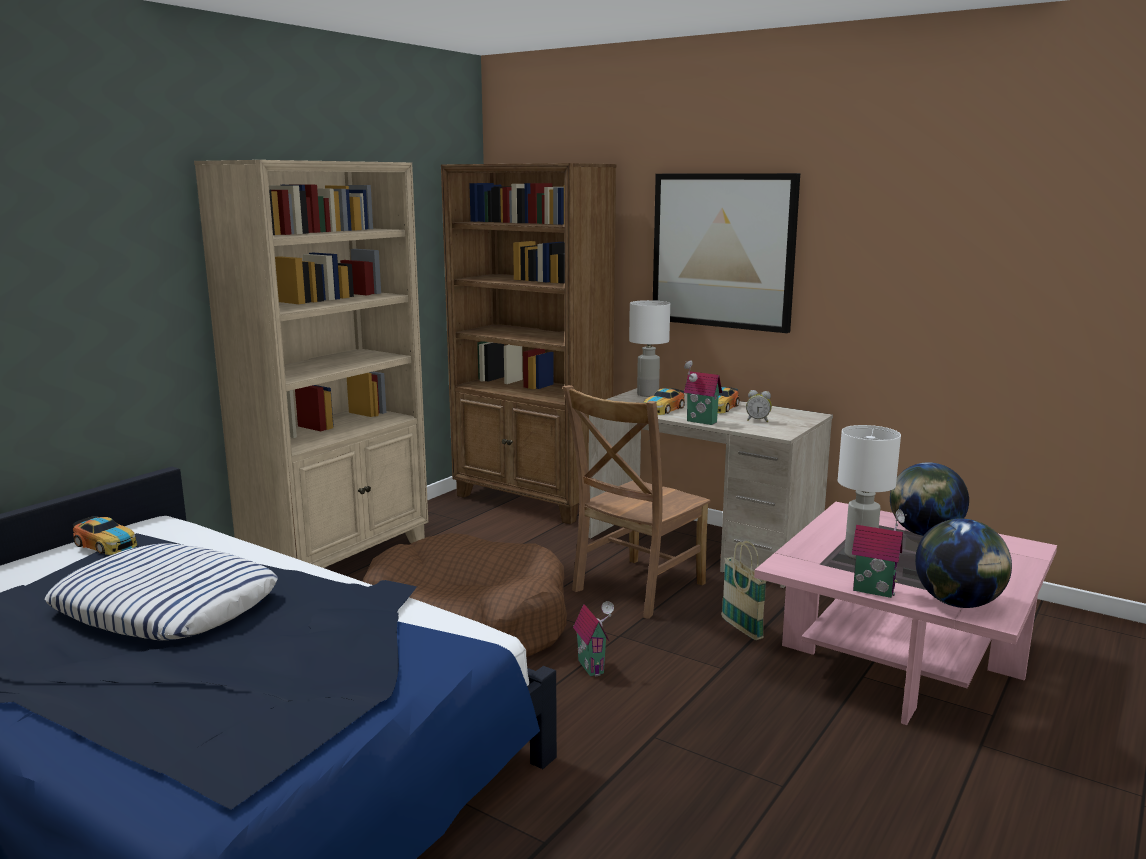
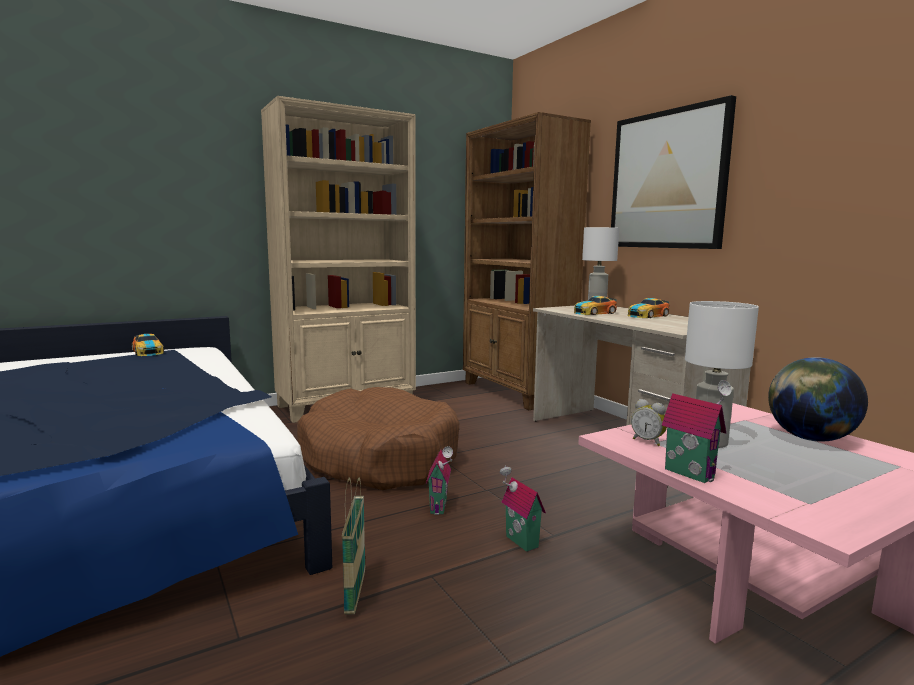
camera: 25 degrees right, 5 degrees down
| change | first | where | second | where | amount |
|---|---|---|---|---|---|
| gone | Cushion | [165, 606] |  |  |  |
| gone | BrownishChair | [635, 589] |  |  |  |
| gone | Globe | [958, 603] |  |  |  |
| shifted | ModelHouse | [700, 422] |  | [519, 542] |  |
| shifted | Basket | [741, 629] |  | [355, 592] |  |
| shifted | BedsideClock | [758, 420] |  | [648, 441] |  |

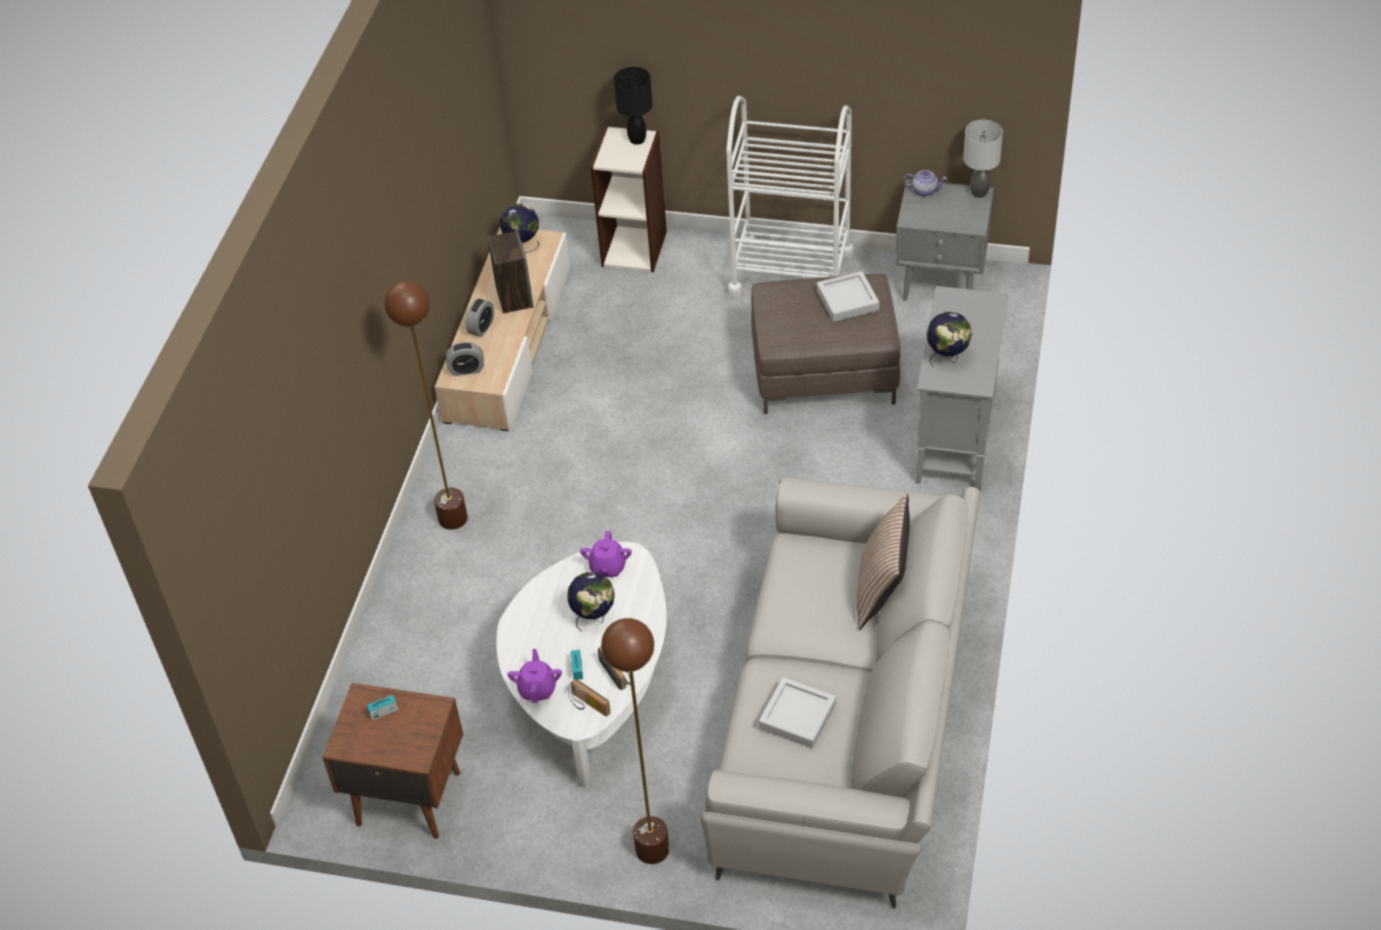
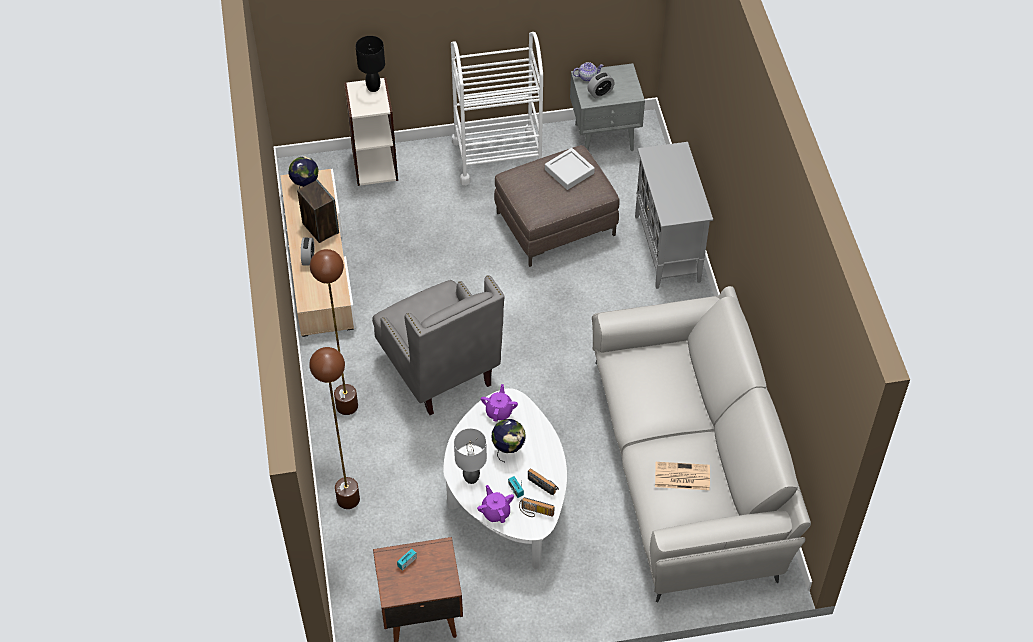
camera: 25 degrees left, 5 degrees up
| change | first | where | second | where | amount |
|---|---|---|---|---|---|
| gone | Cushion | [881, 591] |  |  |  |
| gone | Globe | [947, 358] |  |  |  |
| new |  |  | GrayEasyChair | [439, 370] |  |
| shifted | BedsideClock | [466, 369] |  | [600, 92] |  |
| shifted | BrownishFloorLamp | [652, 849] |  | [348, 499] |  |
| shifted | GrayLampForATable | [979, 192] |  | [472, 478] |  |
| swapped | GrayServingTray | [797, 716] | Newspaper | [681, 476] |  |
| rotated | PurpleColouredPotForTea | [607, 567] |  | [499, 411] | 150 degrees counterclockwise |

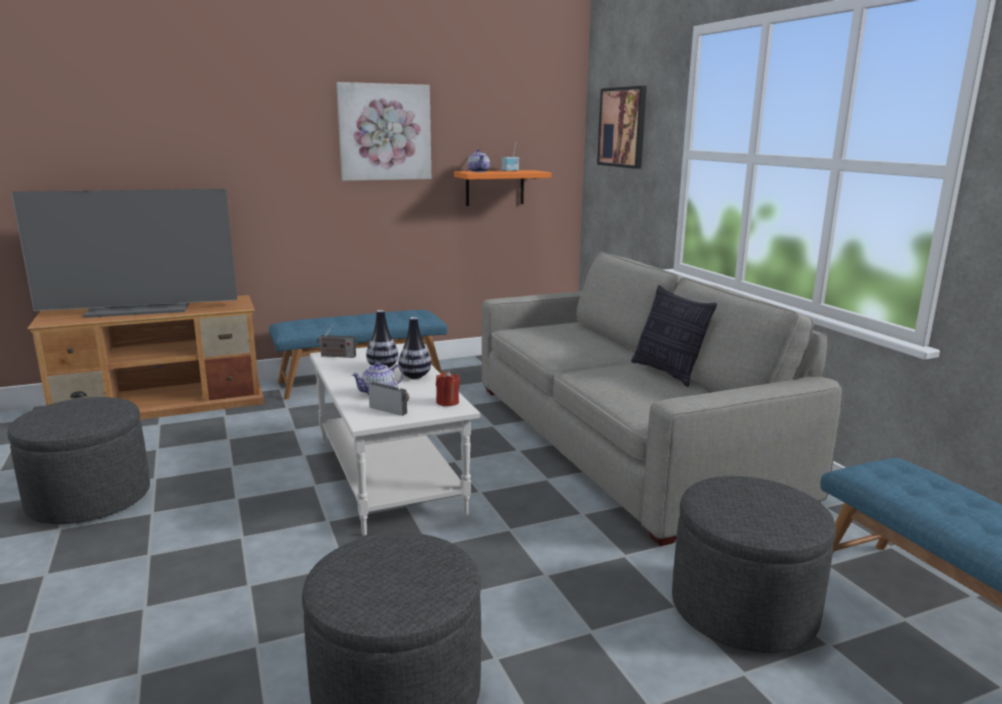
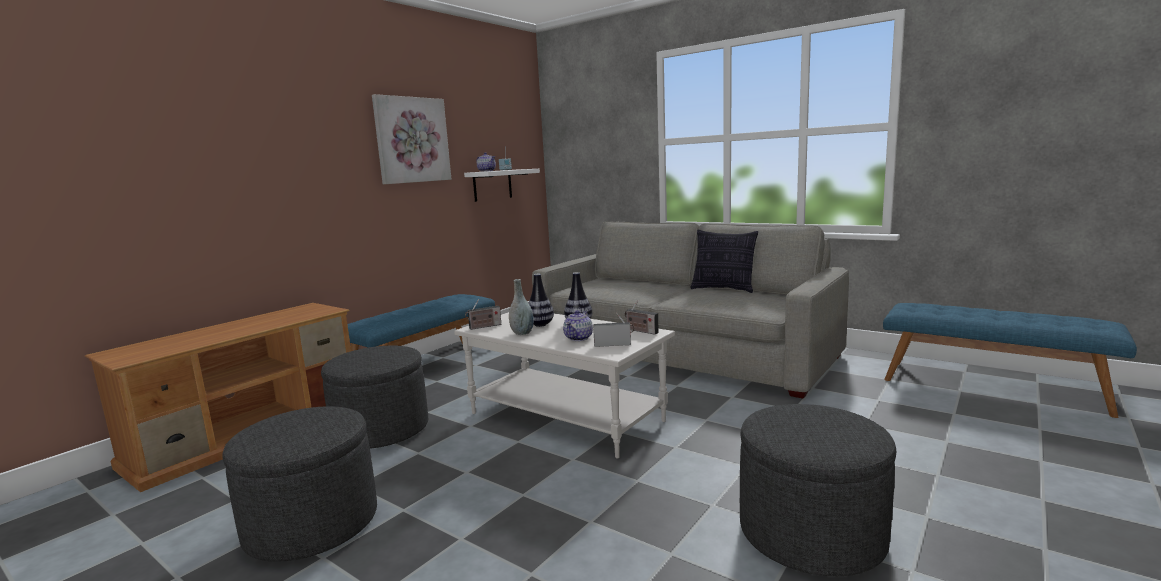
camera: 30 degrees left, 5 degrees down
| change | first | where | second | where | amount |
|---|---|---|---|---|---|
| gone | Tv | [140, 309] |  |  |  |
| gone | WallArt | [622, 127] |  |  |  |
| new |  |  | GrayVase | [522, 333] |  |
| shifted | GrayFootrest | [743, 609] |  | [381, 430] |  |
| swapped | ReddishWaxCandle | [447, 402] | RadioSet | [640, 331] |  |
| repainted | OrangeColouredWallShelf | [495, 187] | WhiteColouredWallShelf | [492, 185] |  |

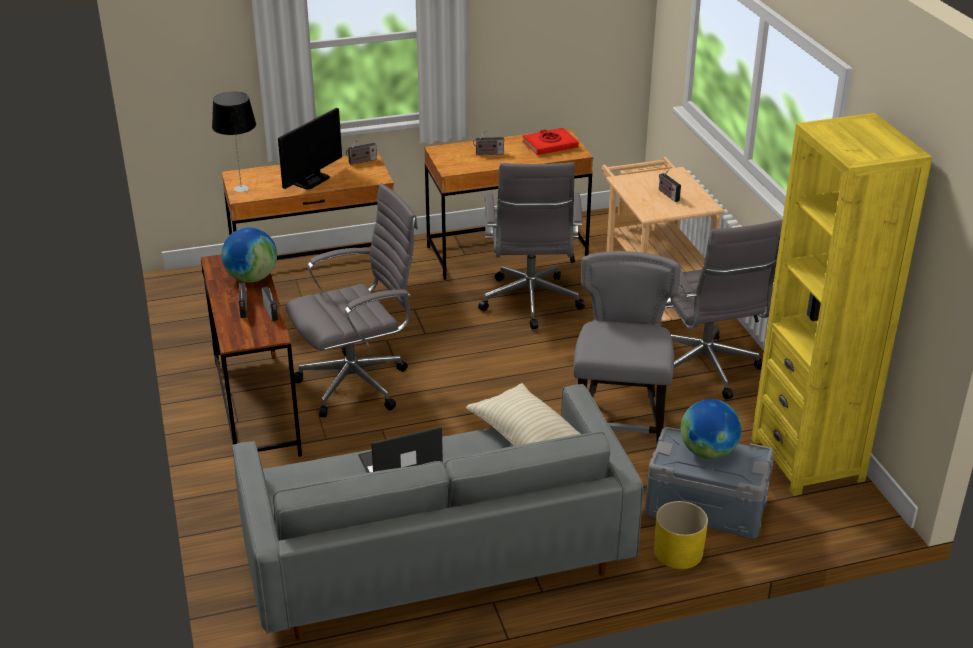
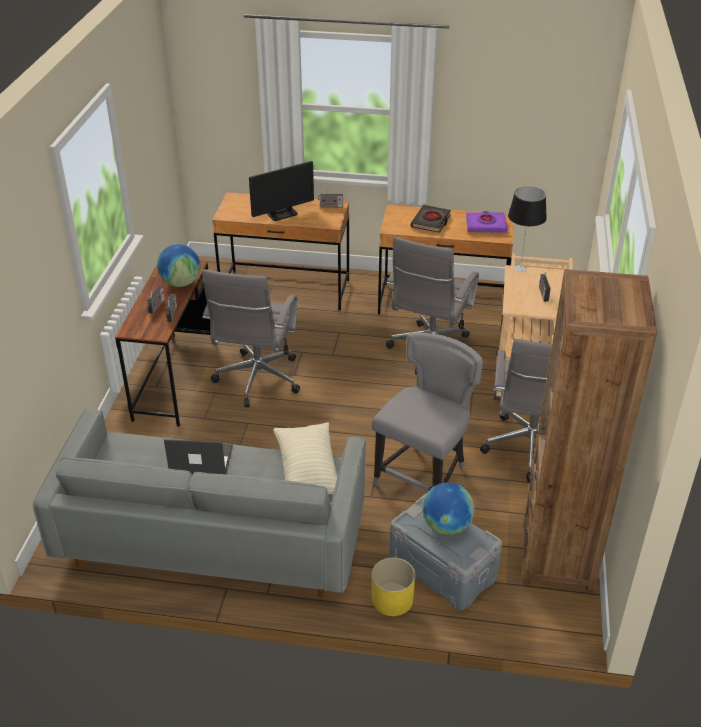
camera: 25 degrees right, 5 degrees up
| change | first | where | second | where | amount |
|---|---|---|---|---|---|
| shifted | LampForATable | [240, 188] |  | [520, 268] |  |
| swapped | RadioSet | [488, 153] | BlackishBook | [431, 222] |  |
| repainted | ReddishBook | [550, 145] | PurpleColouredBook | [486, 225] |  |
| repainted | YellowishBookshelf | [807, 459] | BrownishBookshelf | [558, 556] |  |
| rotated | GrayComputerChair | [358, 384] |  | [257, 381] | 105 degrees clockwise |

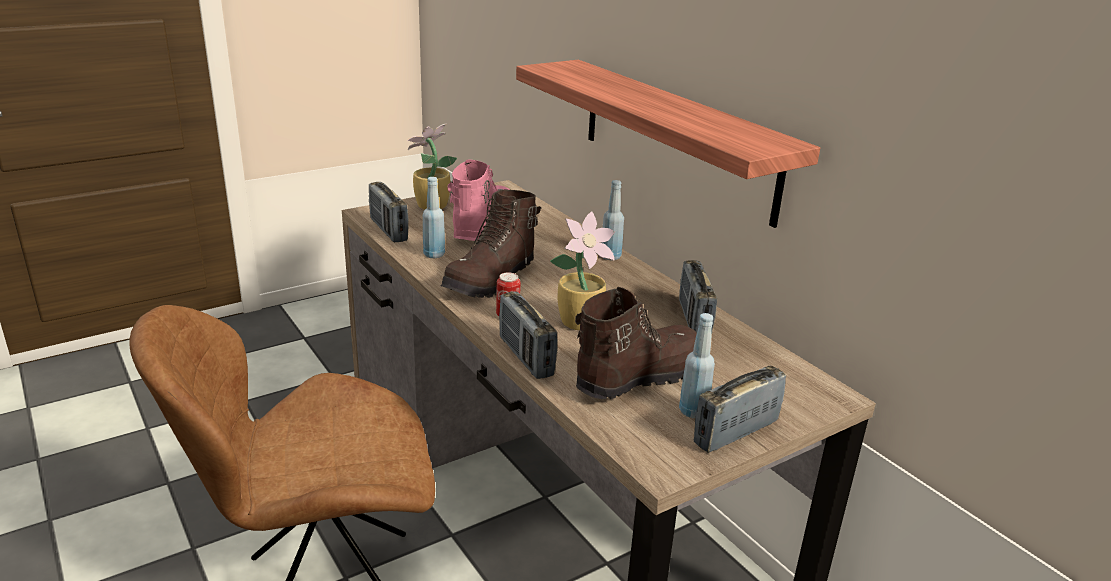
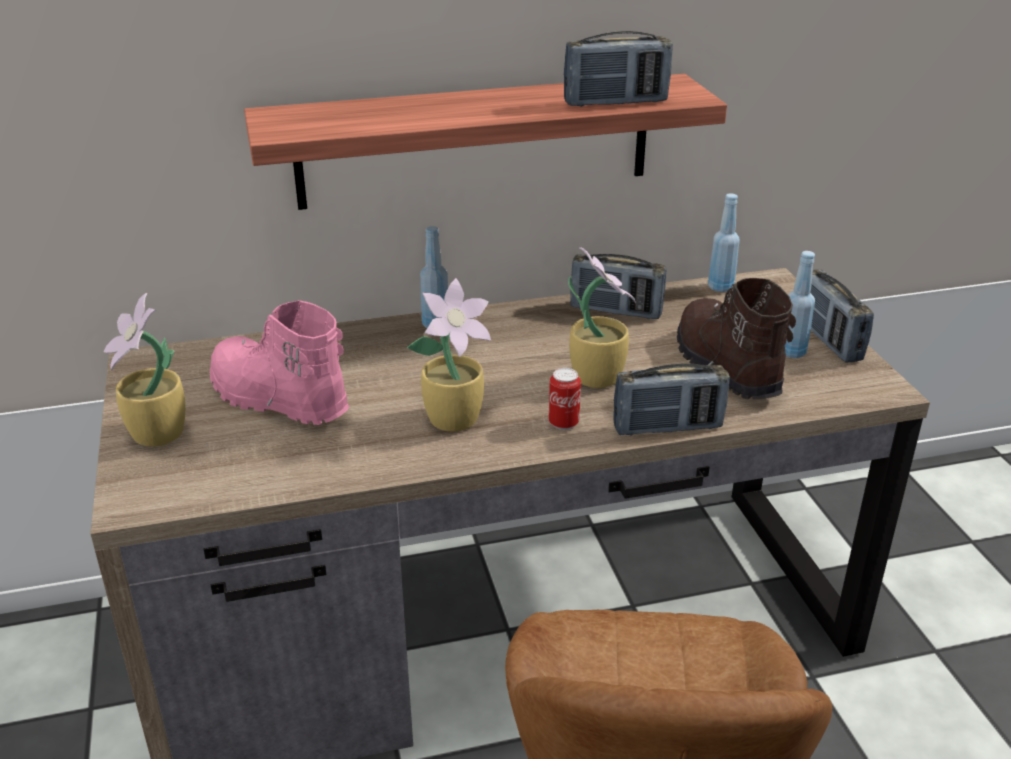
camera: 70 degrees left, 5 degrees up
| change | first | where | second | where | amount |
|---|---|---|---|---|---|
| shifted | RadioSet | [388, 230] |  | [615, 102] |  |
| shifted | BlueDrinkBottle | [434, 255] |  | [720, 287] |  |
| swapped | BrownishBoot | [492, 279] | PottedPlant | [456, 419] |  |

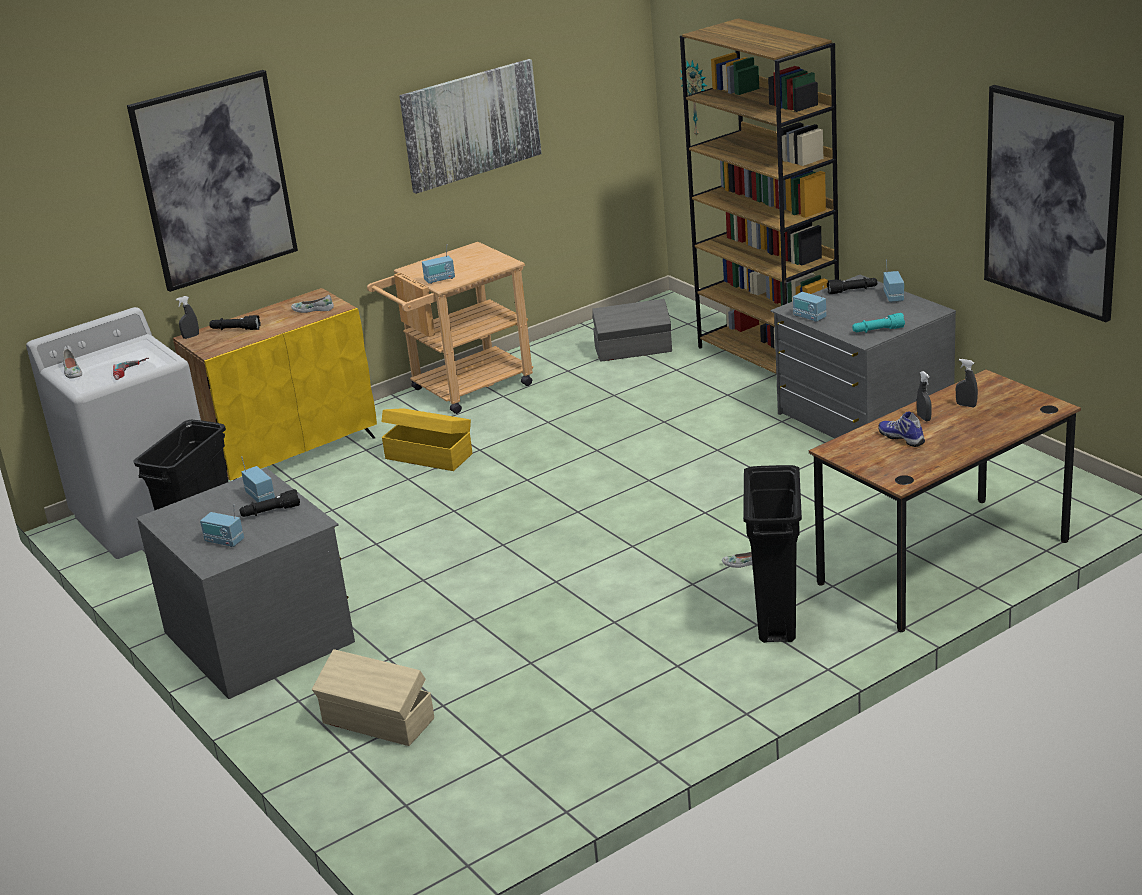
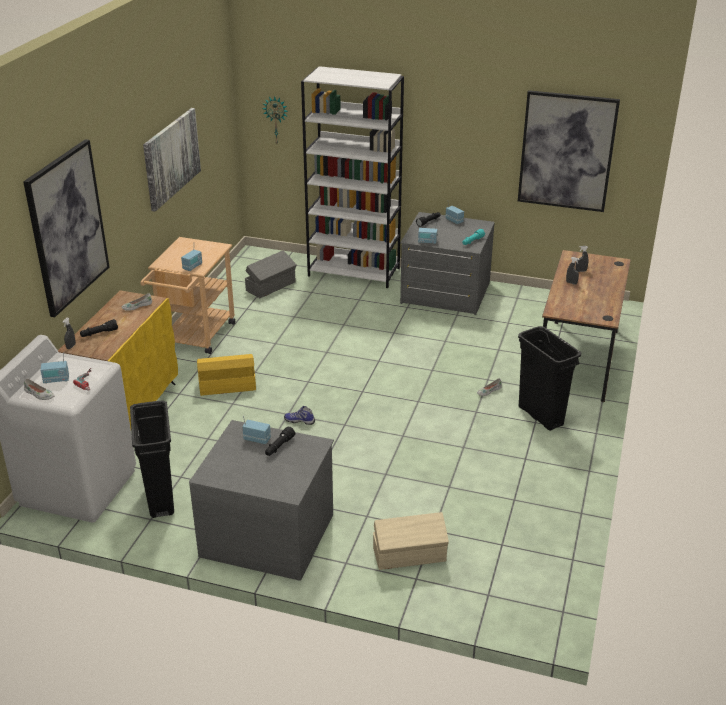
camera: 40 degrees left, 5 degrees up
| change | first | where | second | where | amount |
|---|---|---|---|---|---|
| shifted | RadioSet | [224, 541] |  | [56, 380] |  |
| shifted | Shoe | [902, 438] |  | [300, 420] |  |
| repainted | BrownishBookshelf | [769, 357] | WhiteColouredBookshelf | [354, 272] |  |

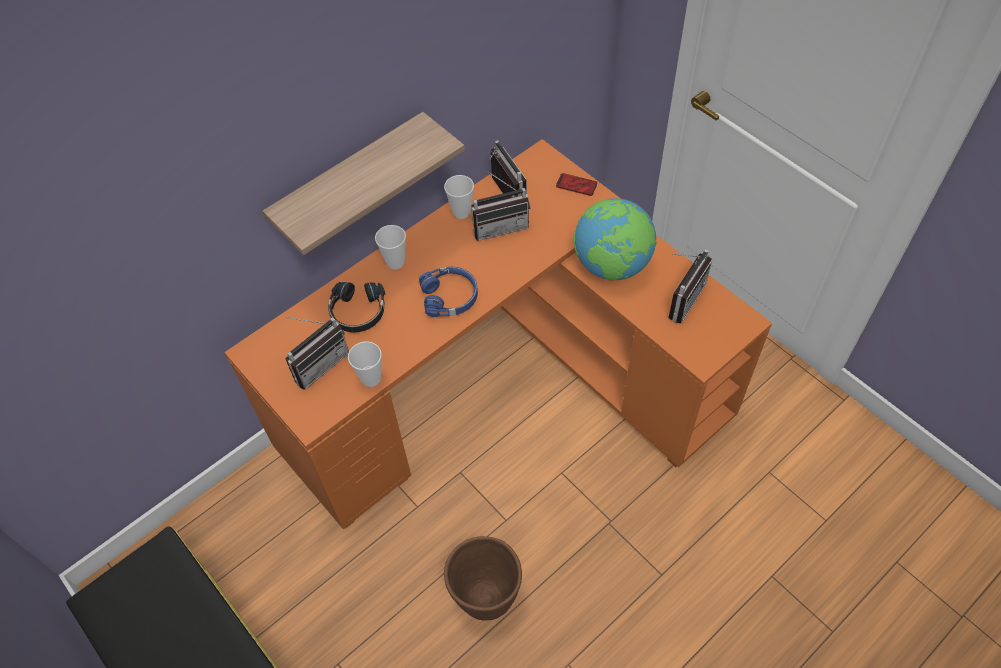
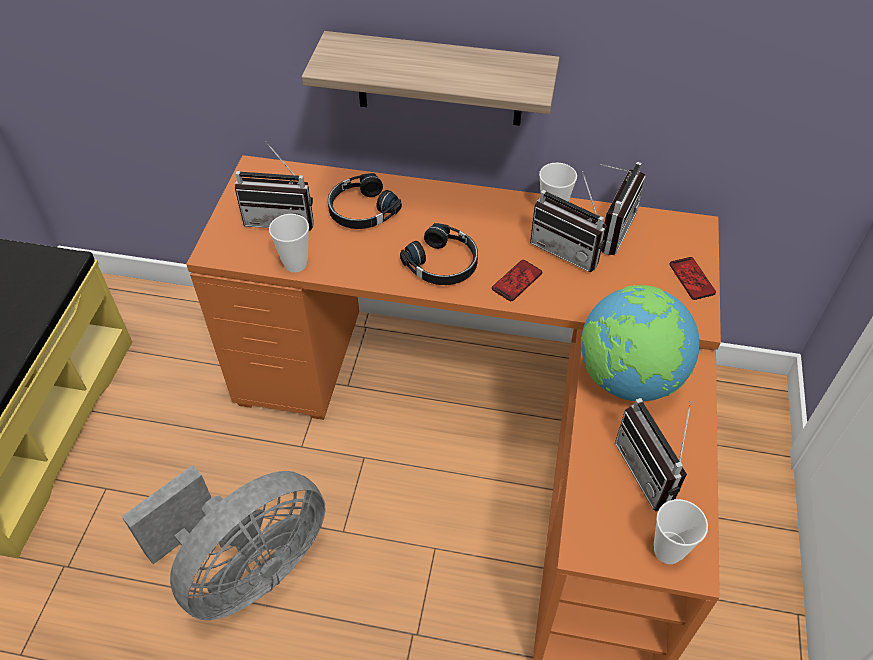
camera: 50 degrees right, 5 degrees down
| change | first | where | second | where | amount |
|---|---|---|---|---|---|
| new |  |  | Handset | [517, 281] |  |
| shifted | Cup | [395, 262] |  | [668, 551] |  |
| swapped | BrownishPlantPot | [486, 598] | GrayFan | [247, 569] |  |
| repainted | BlueHeadphones | [450, 296] | BlackishHeadphones | [443, 264] |  |
| rotated | RadioSet | [680, 298] |  | [652, 472] | 75 degrees clockwise |

